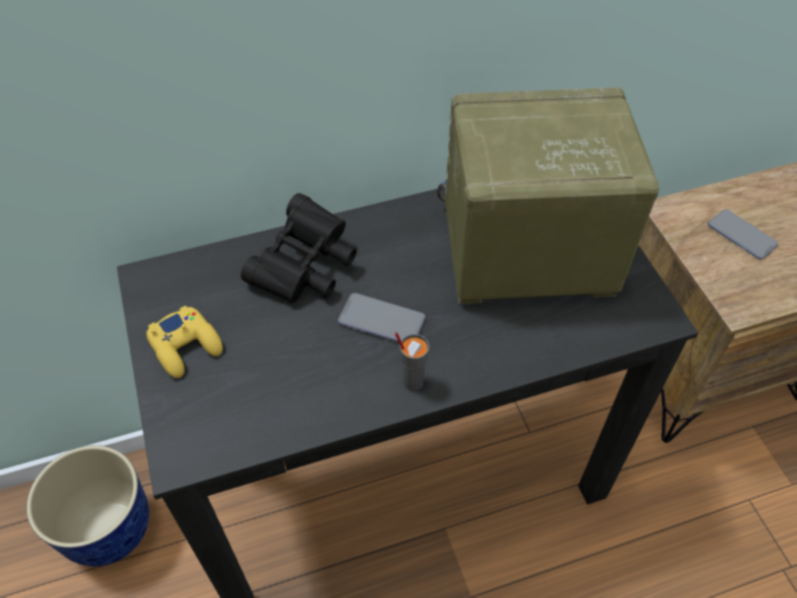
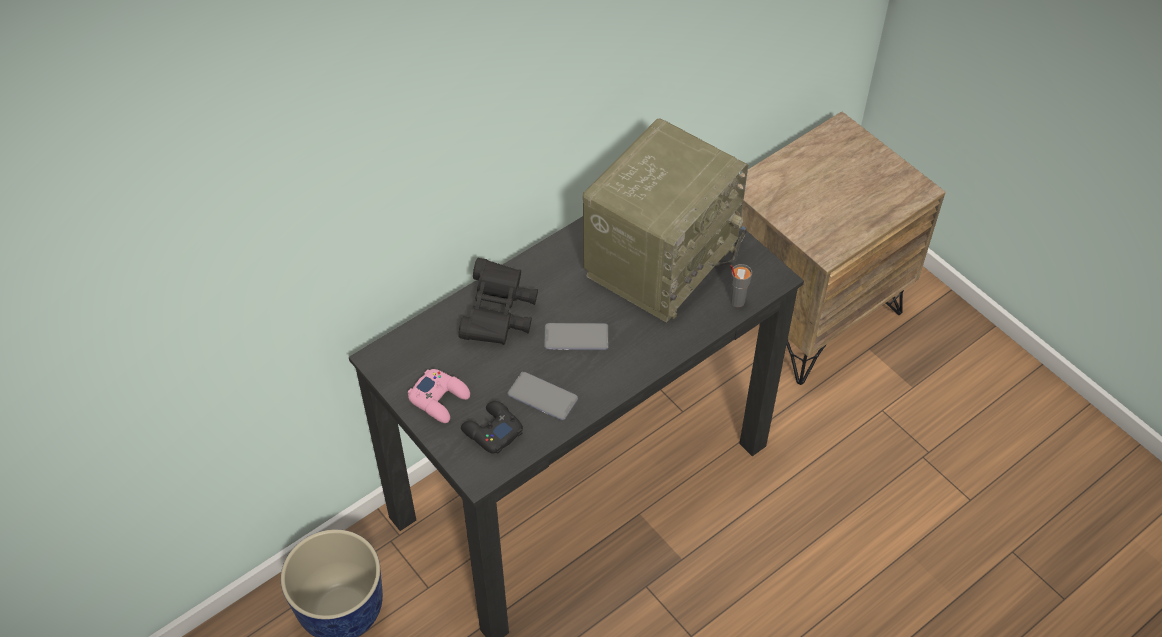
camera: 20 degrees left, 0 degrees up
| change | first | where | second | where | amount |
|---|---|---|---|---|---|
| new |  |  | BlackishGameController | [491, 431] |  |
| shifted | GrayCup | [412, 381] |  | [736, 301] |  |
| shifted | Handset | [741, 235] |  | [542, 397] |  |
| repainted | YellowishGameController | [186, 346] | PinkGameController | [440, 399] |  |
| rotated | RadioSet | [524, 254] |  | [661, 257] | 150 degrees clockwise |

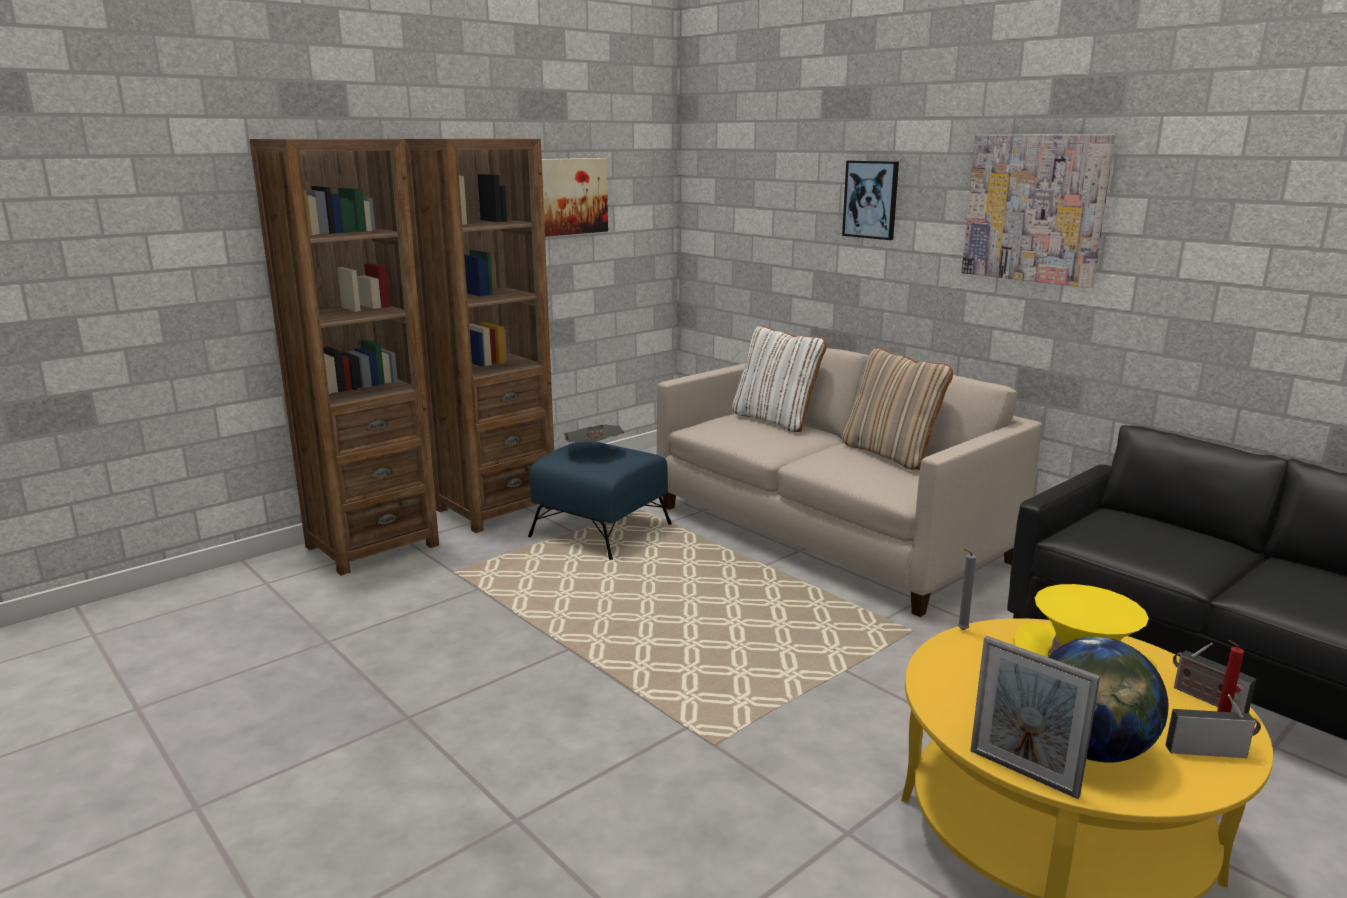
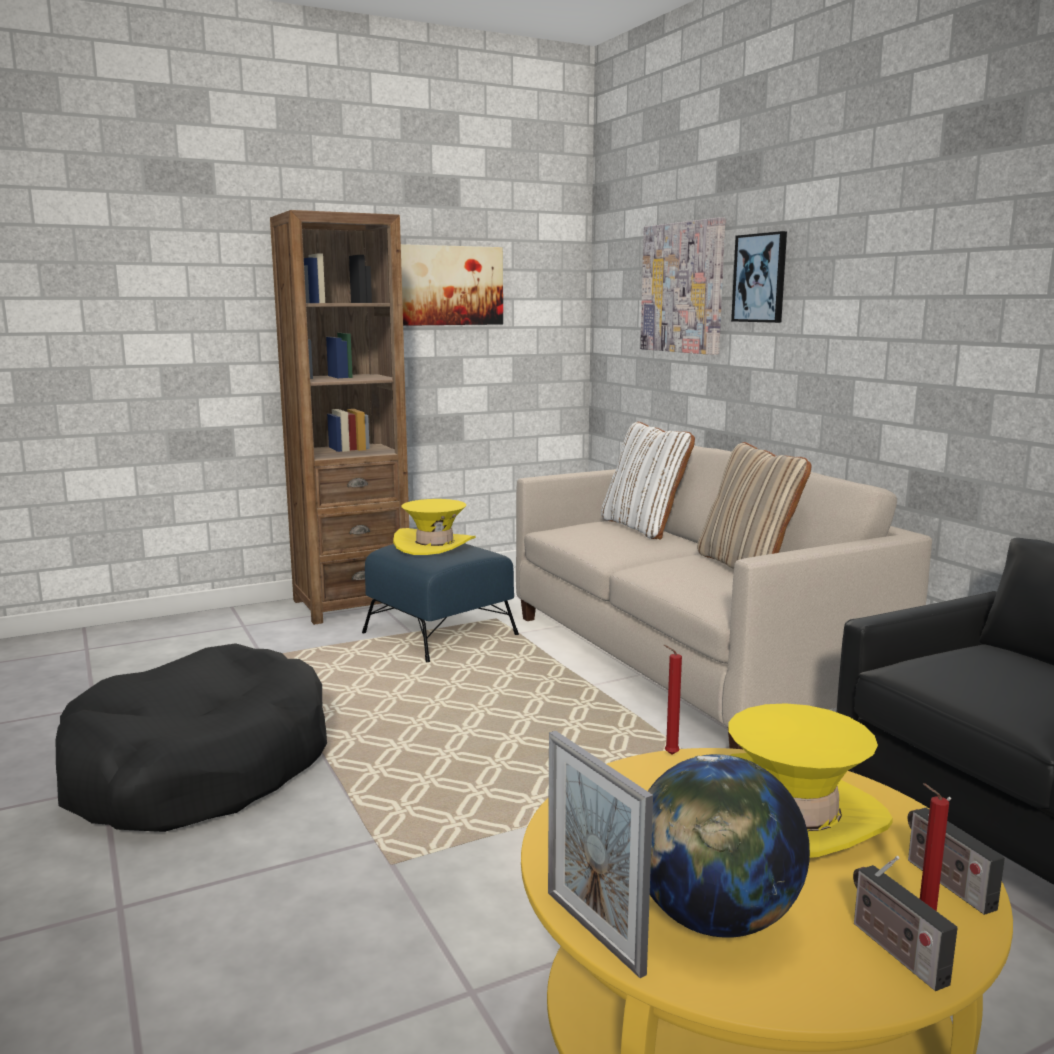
camera: 15 degrees right, 5 degrees down
| change | first | where | second | where | amount |
|---|---|---|---|---|---|
| gone | BrownishBookshelf | [372, 546] |  |  |  |
| new |  |  | BlackishDogBed | [199, 769] |  |
| shifted | WallArt | [1035, 208] |  | [683, 288] |  |
| swapped | Newspaper | [594, 450] | YellowishHat | [434, 545] |  |
| repainted | GrayWaxCandle | [961, 630] | ReddishWaxCandle | [669, 754] |  |
| rotated | RadioSet | [1209, 751] |  | [893, 950] | 135 degrees counterclockwise |

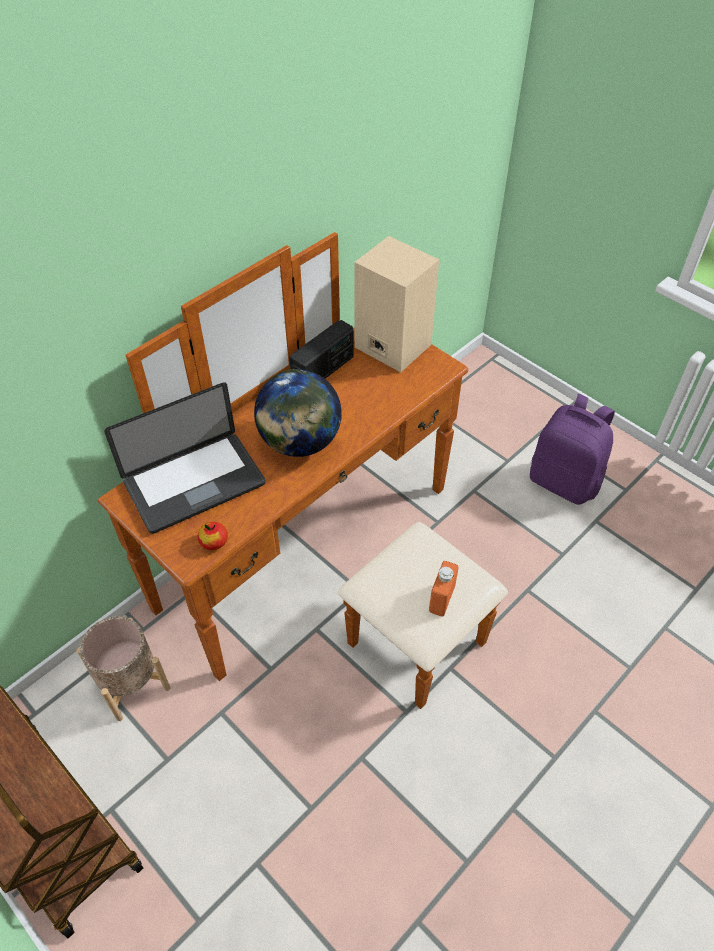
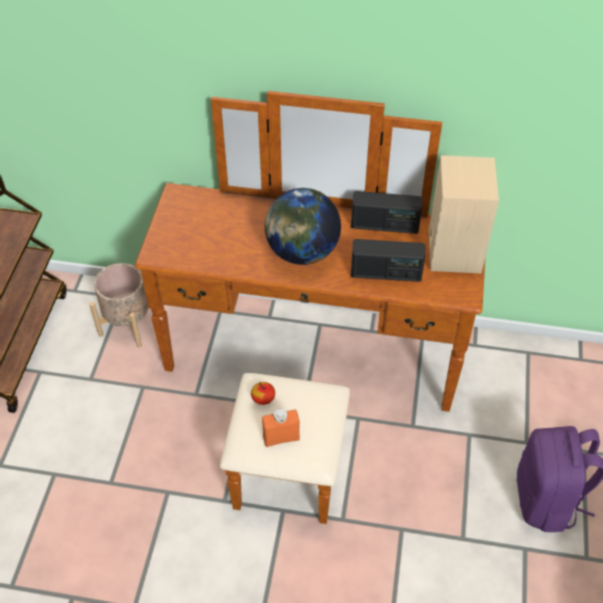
camera: 55 degrees right, 0 degrees up
| change | first | where | second | where | amount |
|---|---|---|---|---|---|
| gone | Laptop | [194, 483] |  |  |  |
| new |  |  | RadioSet | [386, 273] |  |
| shifted | Apple | [214, 542] |  | [263, 398] |  |

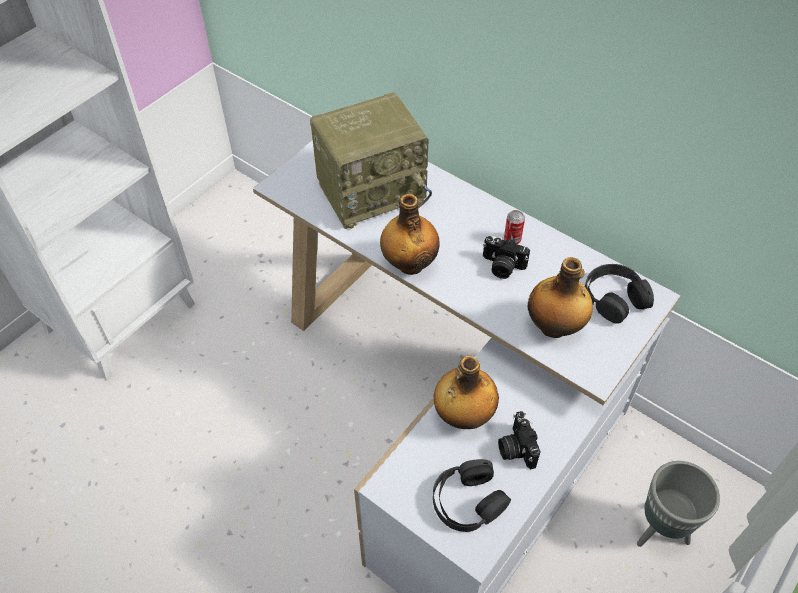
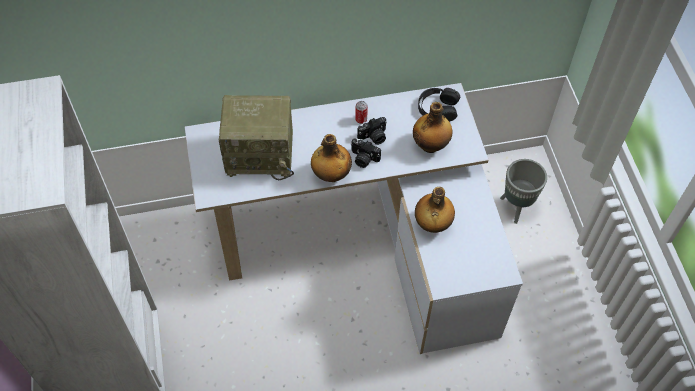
camera: 50 degrees left, 5 degrees up
| change | first | where | second | where | amount |
|---|---|---|---|---|---|
| gone | BlackishHeadphones | [468, 501] |  |  |  |
| shifted | PhotoCamera | [516, 448] |  | [363, 159] |  |
| rotated | RadioSet | [372, 191] |  | [261, 154] | 75 degrees clockwise |

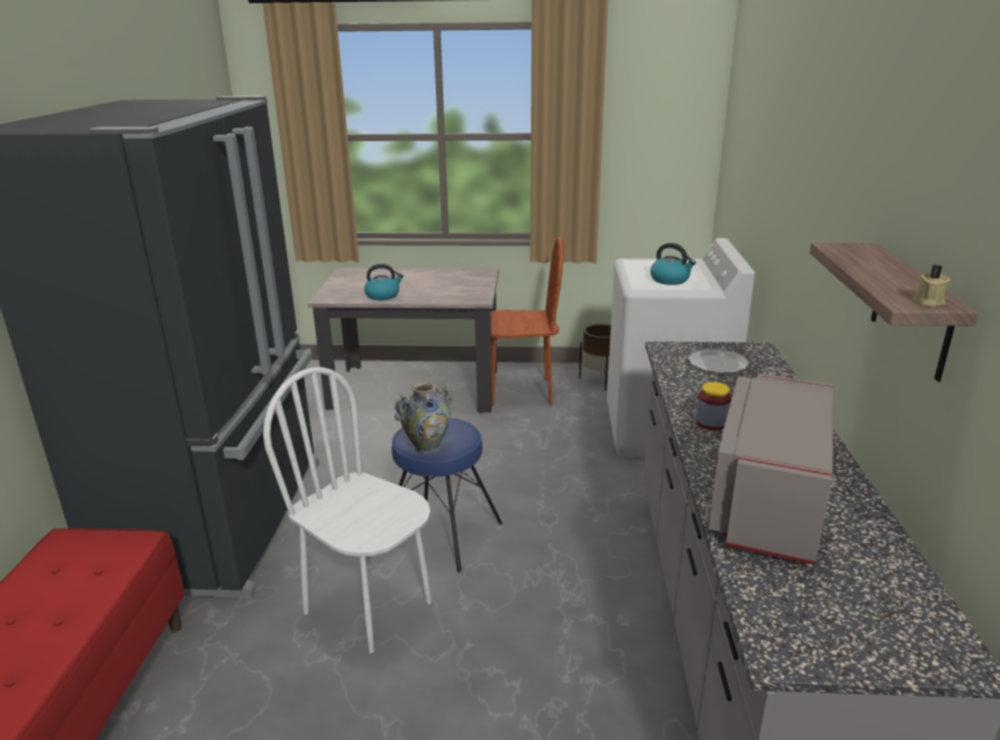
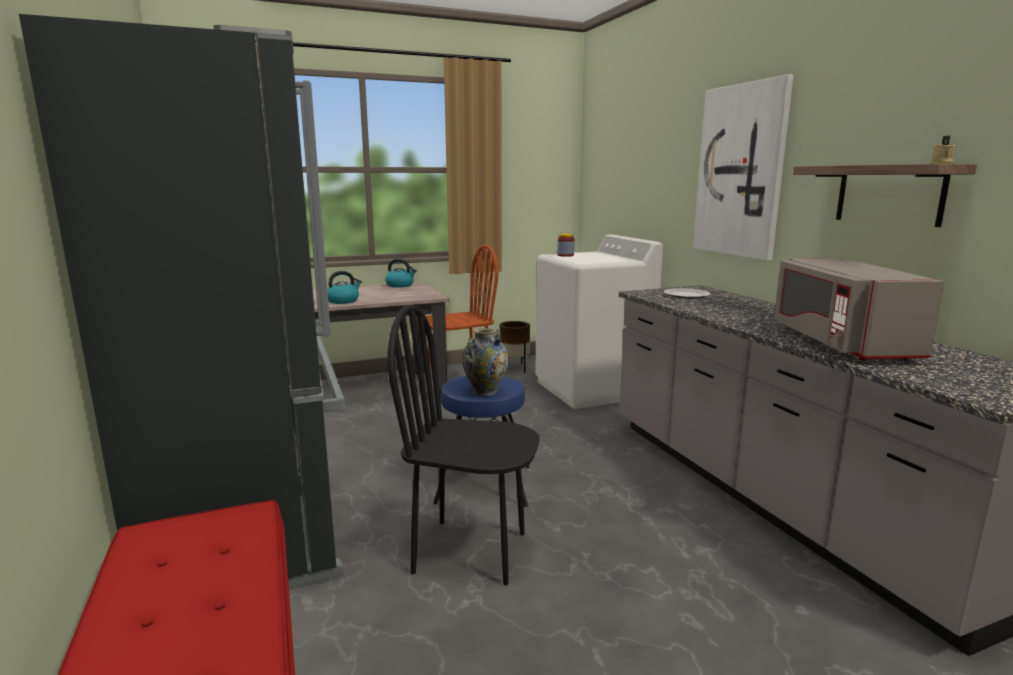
camera: 25 degrees left, 10 degrees down
| change | first | where | second | where | amount |
|---|---|---|---|---|---|
| new |  |  | WallArt | [741, 171] |  |
| shifted | WaterKettle | [670, 280] |  | [400, 285] |  |
| shifted | StorageJar | [711, 423] |  | [565, 255] |  |
| repainted | WhiteColouredChair | [369, 607] | BlackishChair | [470, 551] |  |

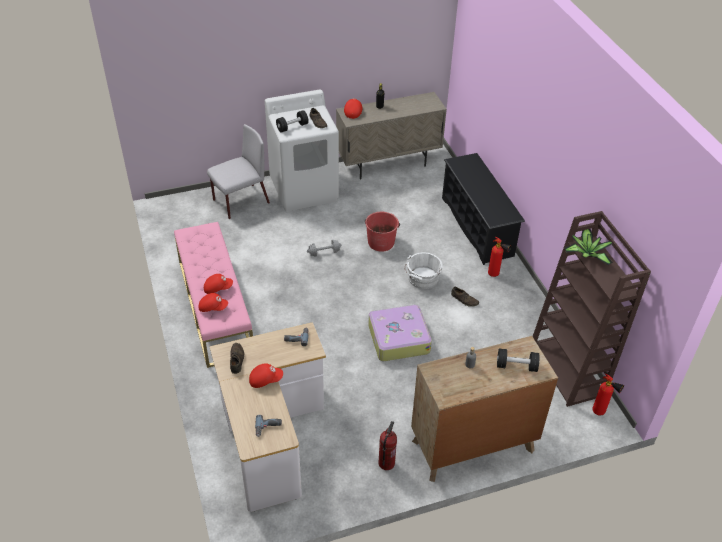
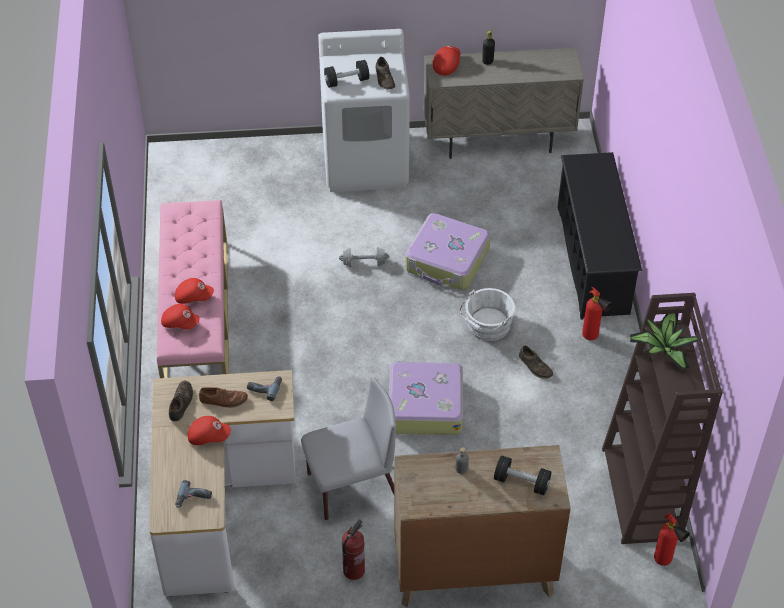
camera: 15 degrees right, 5 degrees up
| change | first | where | second | where | amount |
|---|---|---|---|---|---|
| new |  |  | BrownishShoe | [223, 400] |  |
| shifted | GrayChair | [240, 202] |  | [351, 486] |  |
| swapped | ReddishWaterBucket | [381, 242] | TravelCase | [447, 261] |  |

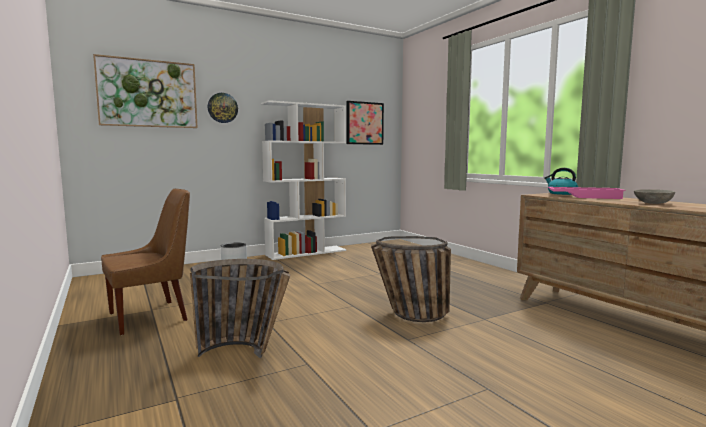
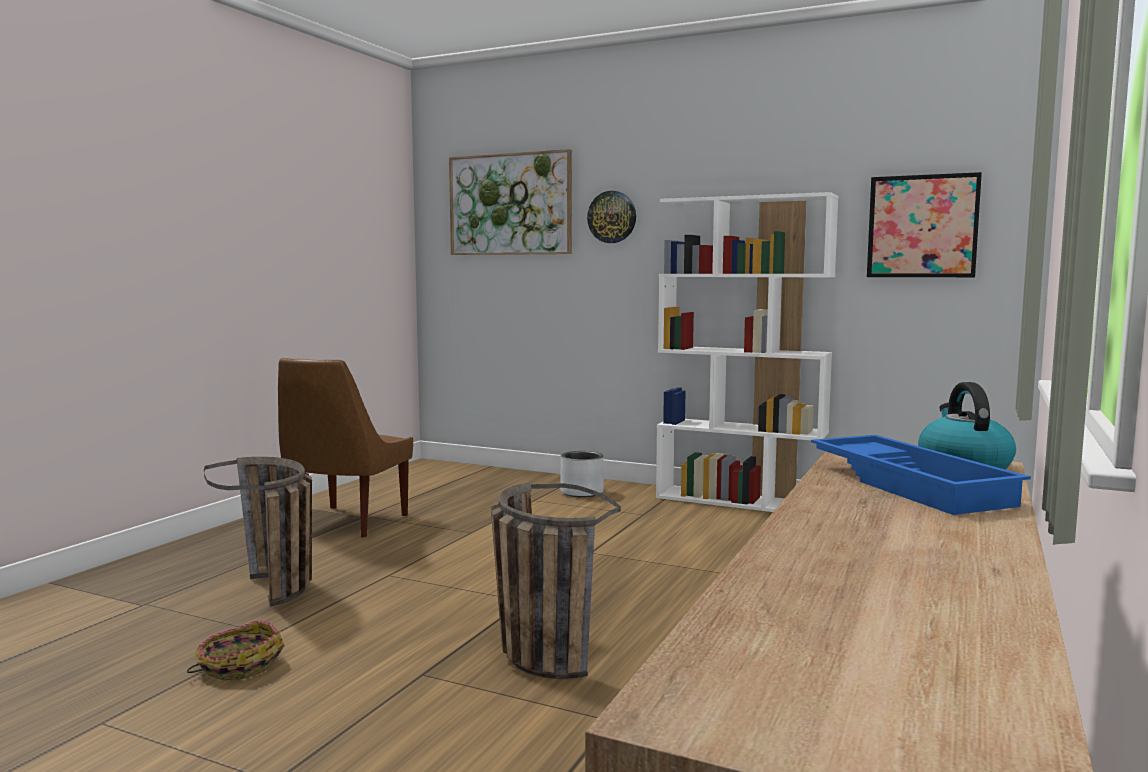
camera: 55 degrees right, 0 degrees up
| change | first | where | second | where | amount |
|---|---|---|---|---|---|
| gone | GrayDeepDish | [653, 203] |  |  |  |
| new |  |  | Basket | [238, 665] |  |
| repainted | PinkServingTray | [584, 197] | BlueServingTray | [912, 484] |  |
| rotated | BrownishChair | [151, 316] |  | [345, 523] | 90 degrees clockwise |

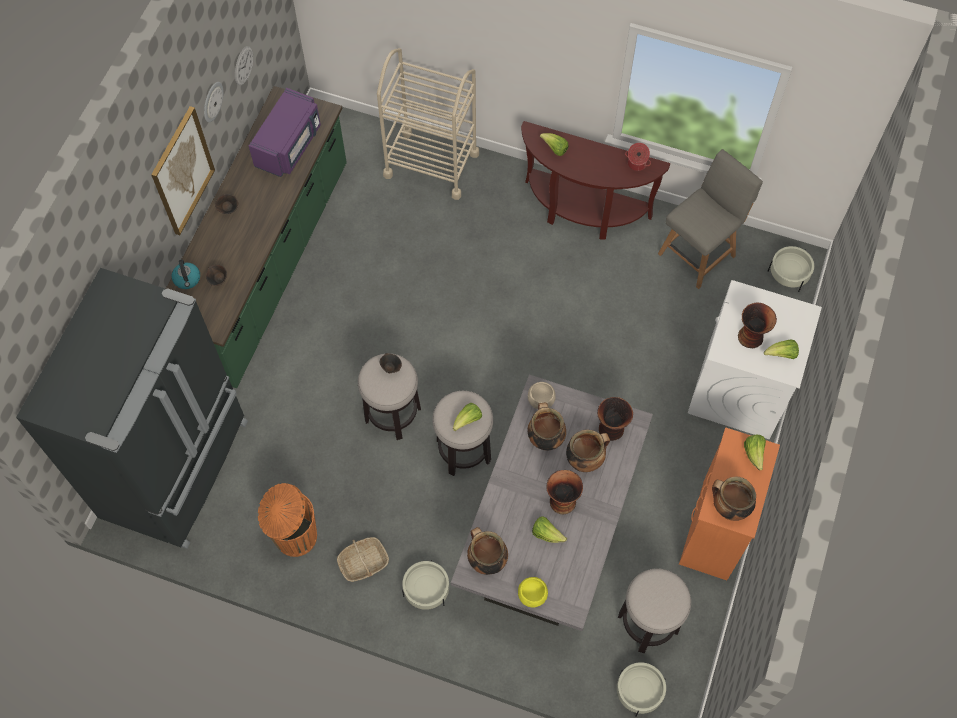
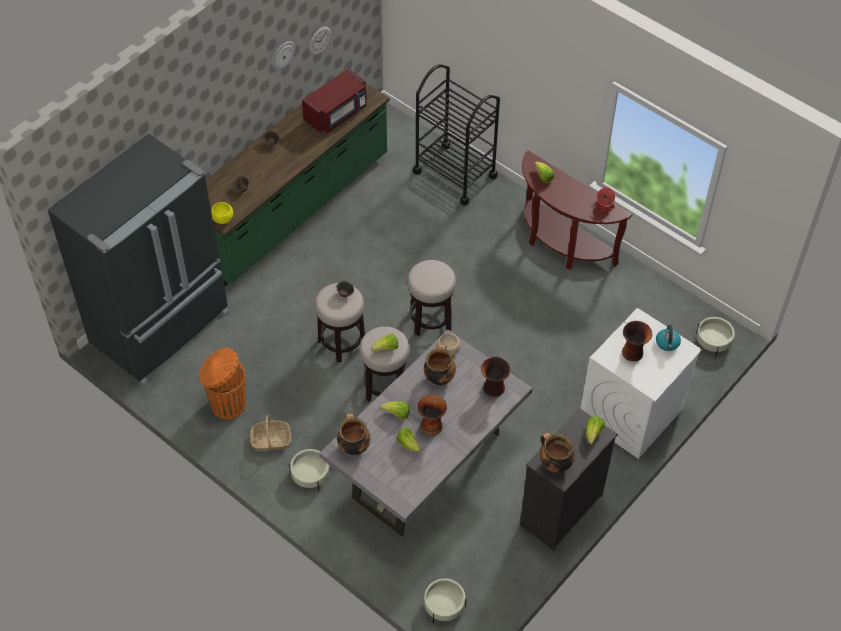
camera: 20 degrees right, 10 degrees down
| change | first | where | second | where | amount |
|---|---|---|---|---|---|
| gone | WallArt | [182, 171] |  |  |  |
| gone | Stockpot | [585, 459] |  |  |  |
| gone | GrayChair | [698, 253] |  |  |  |
| shifted | WaterKettle | [187, 279] |  | [667, 343] |  |
| shifted | YellowishDeepDish | [532, 596] |  | [223, 219] |  |
| shifted | SittingStool | [648, 623] |  | [430, 320] |  |
| shifted | HeadOfLettuce | [781, 354] |  | [397, 414] |  |
| repainted | PurpleColouredMicrowaveOven | [289, 145] | ReddishMicrowaveOven | [337, 113] |  |
| repainted | BeigeWheeledCart | [431, 164] | BlackishWheeledCart | [455, 174] |  |
| repainted | OrangeColouredChestOfDrawers | [714, 530] | BlackishChestOfDrawers | [560, 510] |  |

